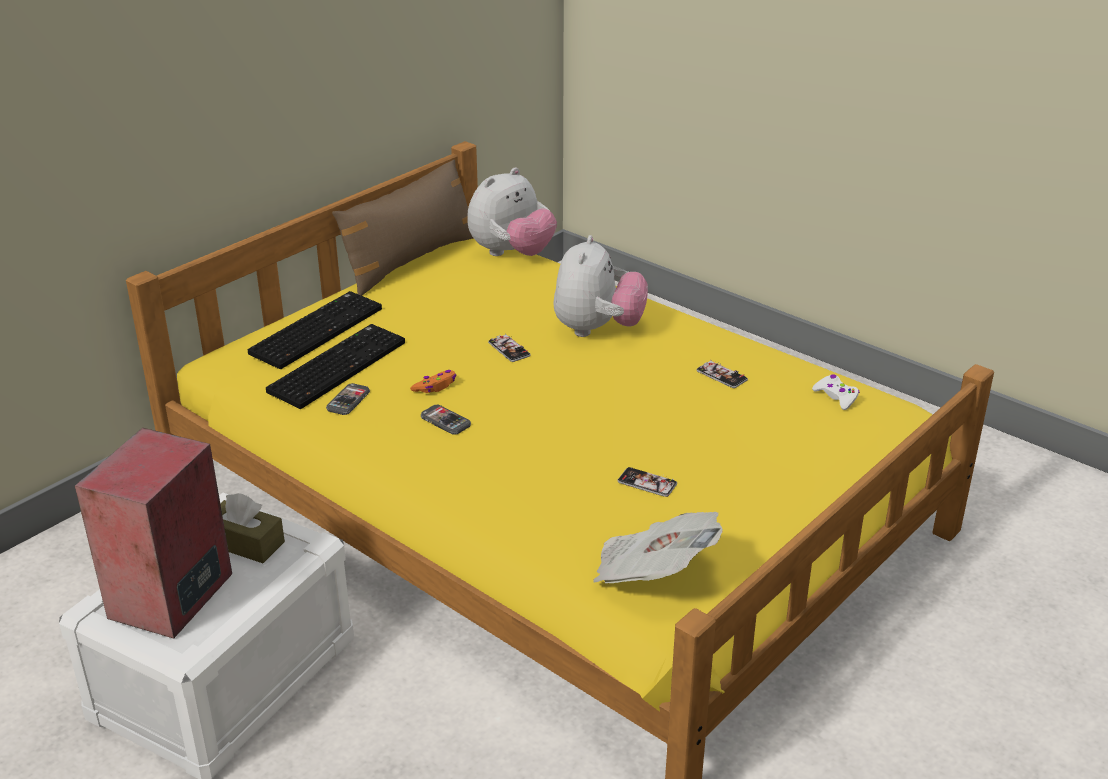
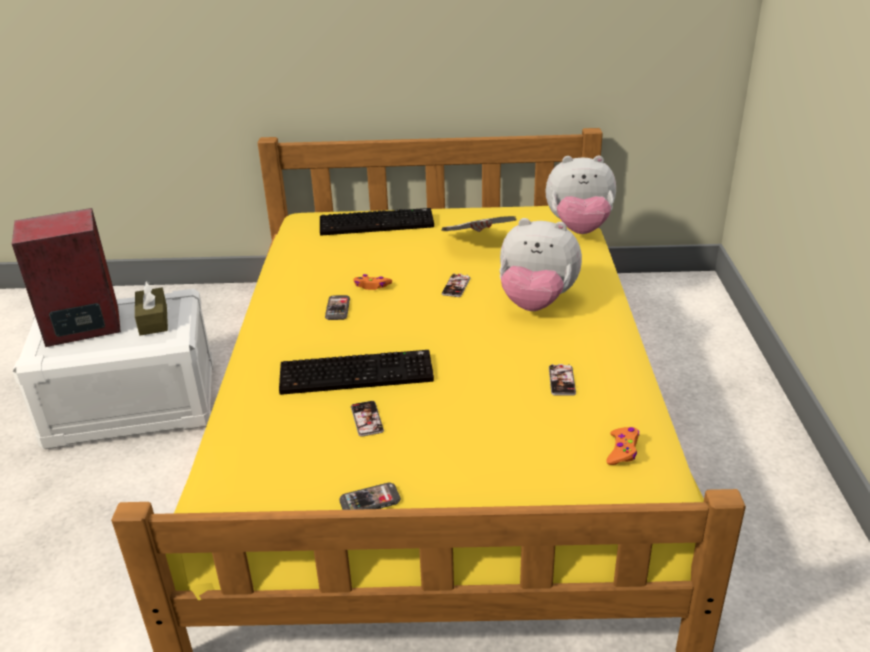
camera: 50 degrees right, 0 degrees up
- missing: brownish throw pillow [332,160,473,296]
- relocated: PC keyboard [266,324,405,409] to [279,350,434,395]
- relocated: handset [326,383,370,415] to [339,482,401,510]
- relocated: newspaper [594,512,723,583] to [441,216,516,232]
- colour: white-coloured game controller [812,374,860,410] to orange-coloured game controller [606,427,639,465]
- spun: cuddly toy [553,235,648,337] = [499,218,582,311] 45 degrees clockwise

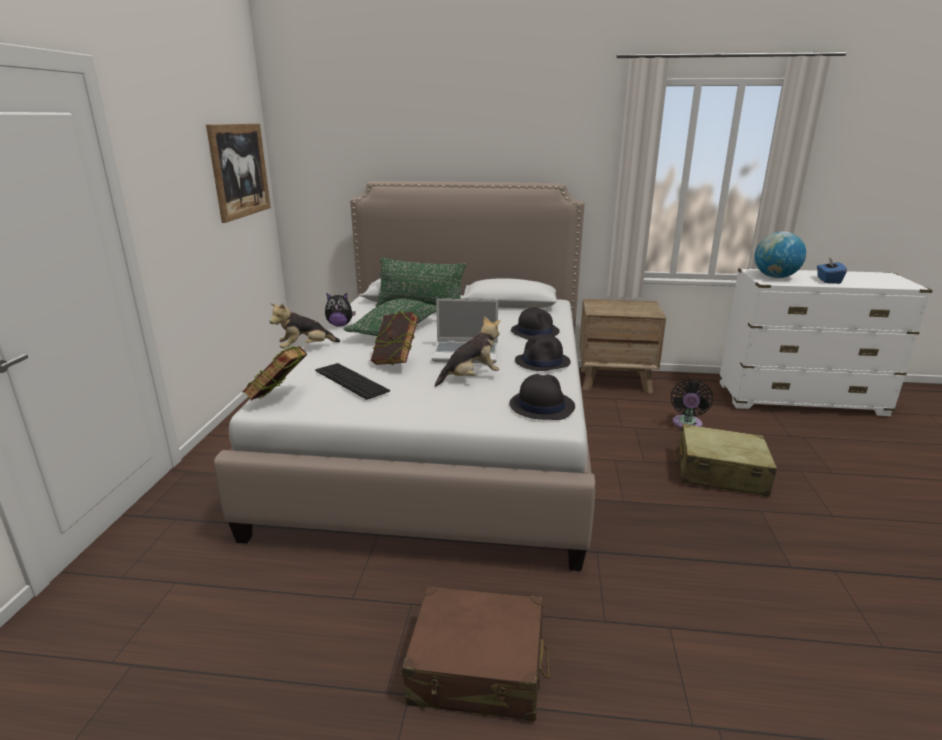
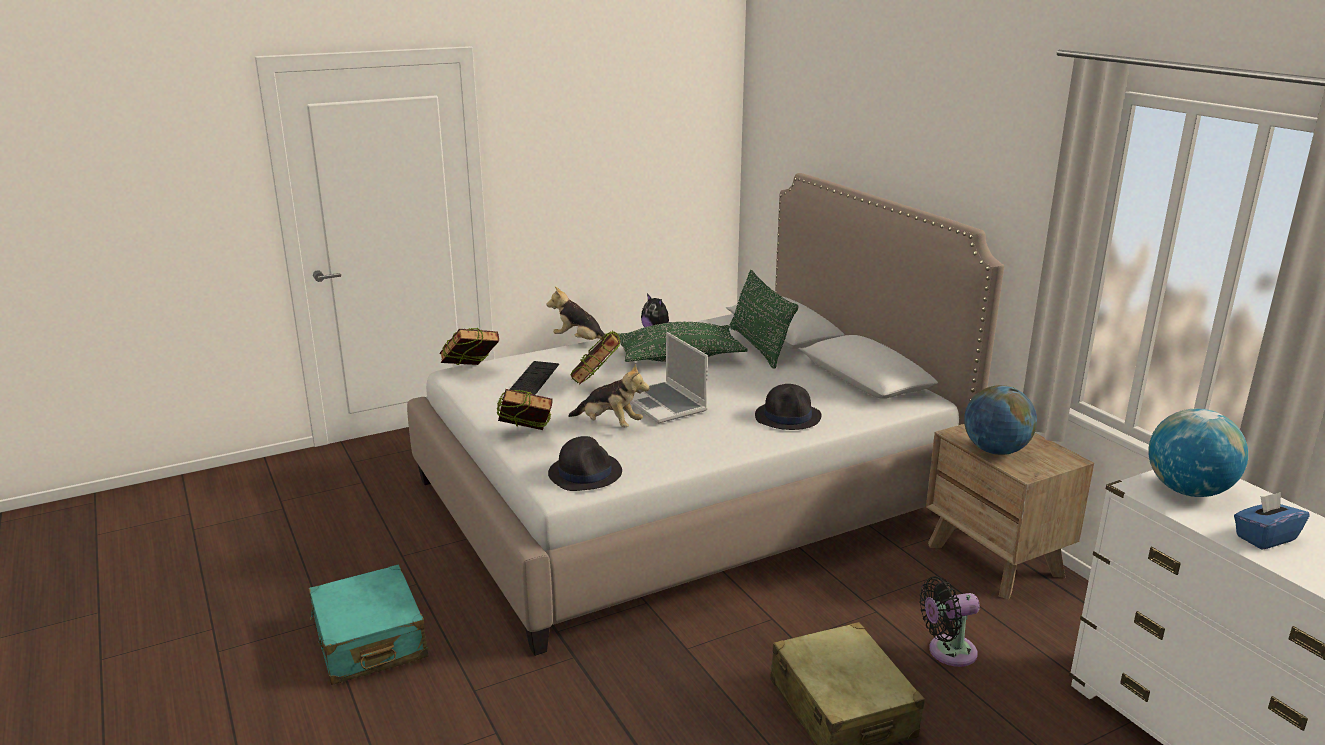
camera: 55 degrees right, 0 degrees up
- missing: wall art [206,124,271,223]
- missing: blackish clothing hat [515,334,571,371]
- appeared: bound book [496,389,553,430]
- appeared: world globe [964,385,1037,455]
- colour: brownish piece of luggage [402,587,550,721] to turquoise-coloured piece of luggage [309,565,428,685]

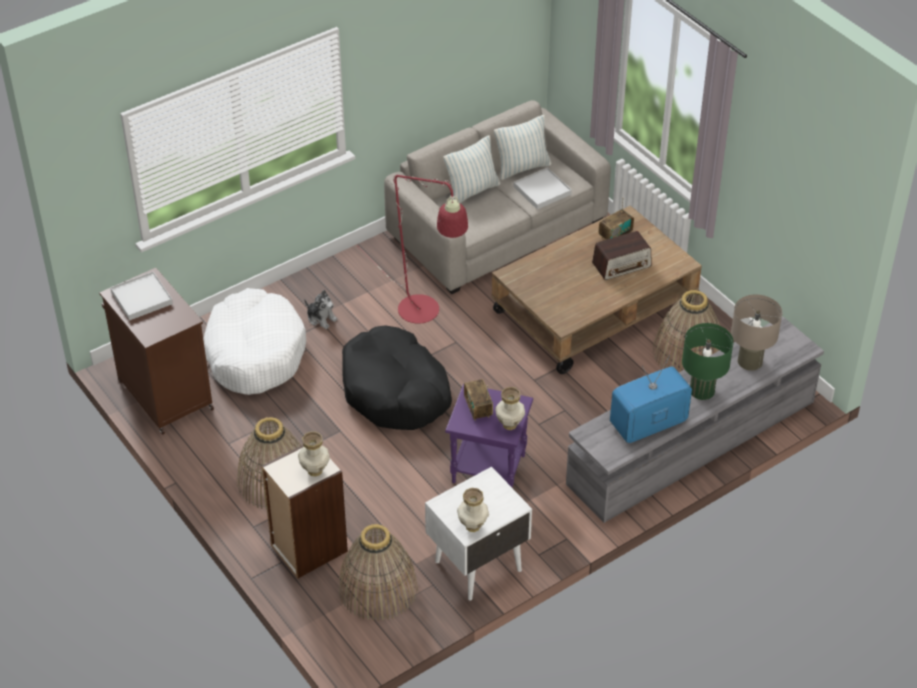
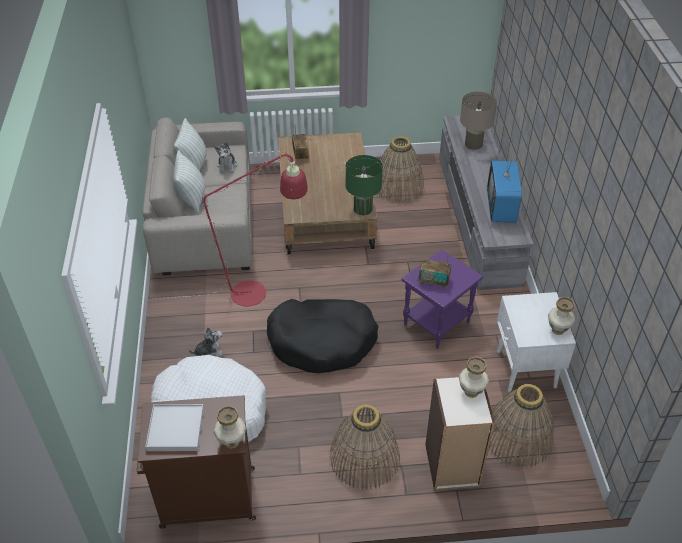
camera: 60 degrees left, 0 degrees up
- missing: radio receiver [592,231,652,280]
- relocated: vase [495,387,525,430] to [214,406,246,449]
- relocated: green-coloured tabletop lamp [682,323,734,400] to [346,155,383,215]
- exchanged: white-coloured carrying tray [513,167,572,210] to cuddly toy [214,142,237,173]

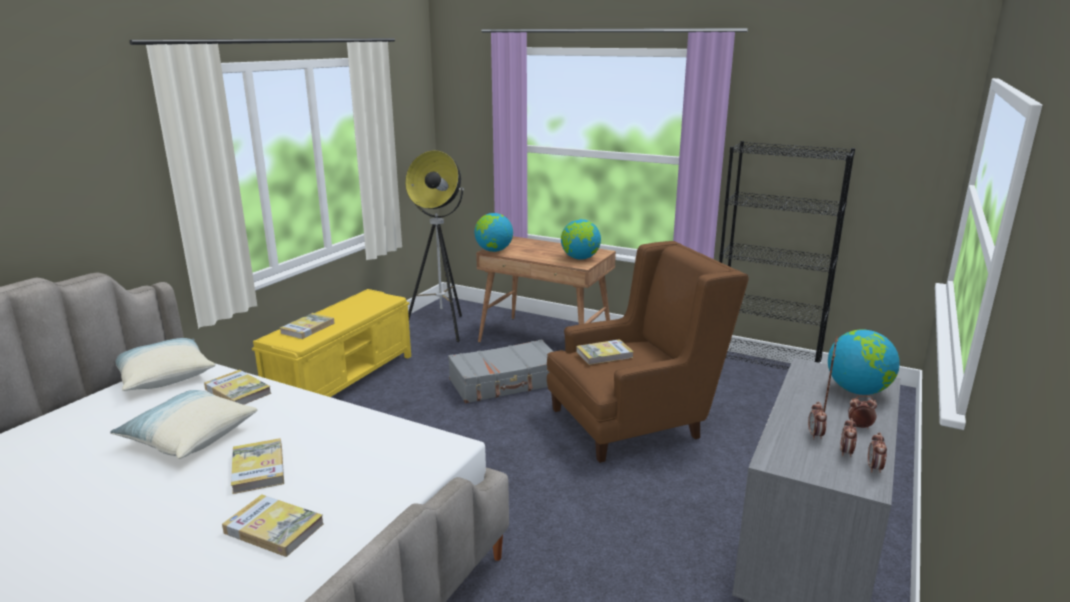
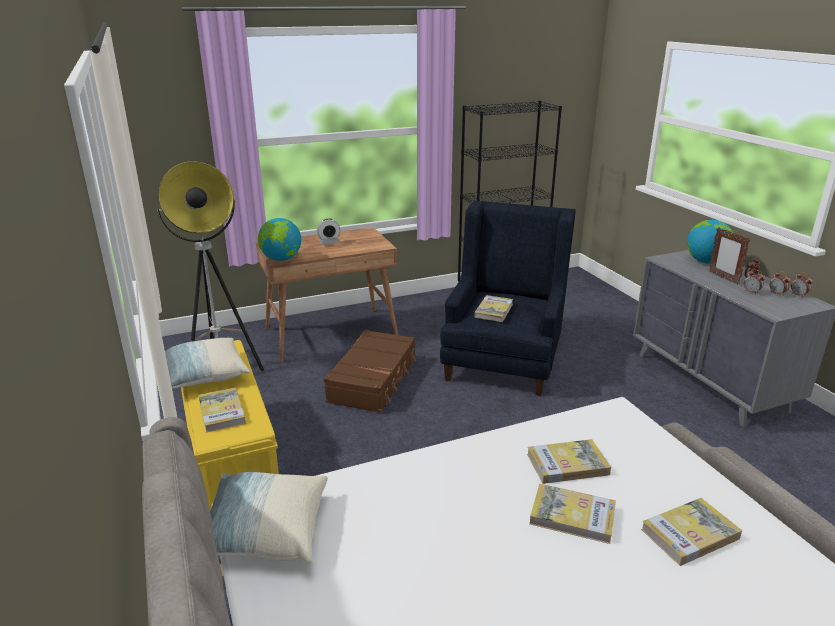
camera: 50 degrees left, 5 degrees up
- missing: world globe [561,219,601,260]
- appeared: alarm clock [317,218,340,245]
- relocated: throw pillow [110,390,257,459] to [165,338,250,388]
- relocated: bound book [204,370,272,405] to [527,439,611,484]
- colour: greyish piece of luggage [448,339,554,403] to brownish piece of luggage [324,330,417,413]
- colour: brownish lounge chair [547,241,749,463] to bluish lounge chair [440,200,576,396]

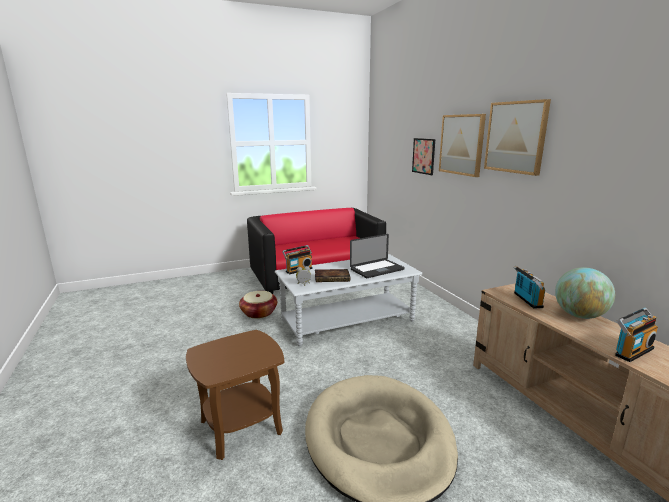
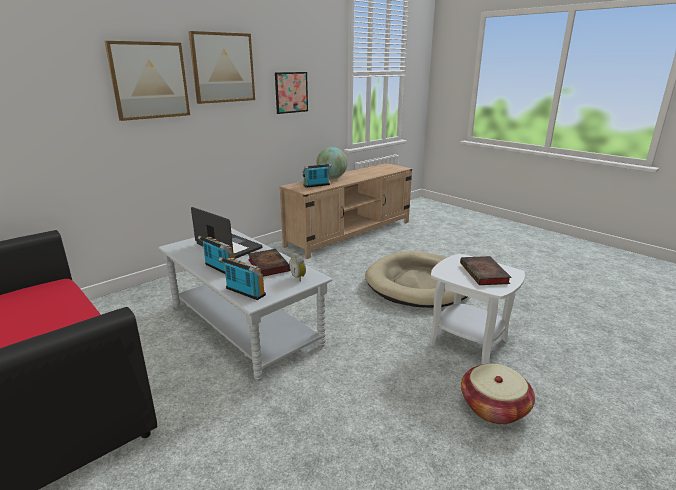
camera: 110 degrees left, 5 degrees up
- appeared: bound book [460,256,512,285]
- relocated: basket [239,291,277,319] to [461,364,535,424]
- relocated: wall art [412,138,435,175] to [275,72,308,114]
- relocated: radio receiver [615,308,658,362] to [198,236,235,274]
- colour: brownish end table [186,330,284,460] to white-coloured end table [429,254,525,365]

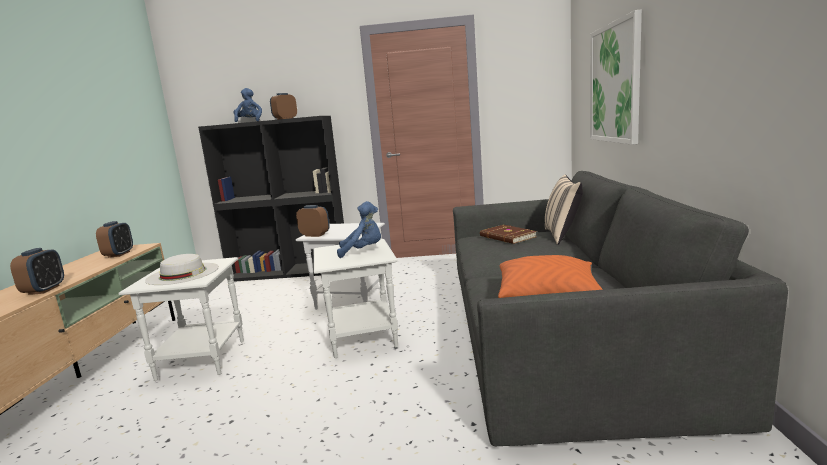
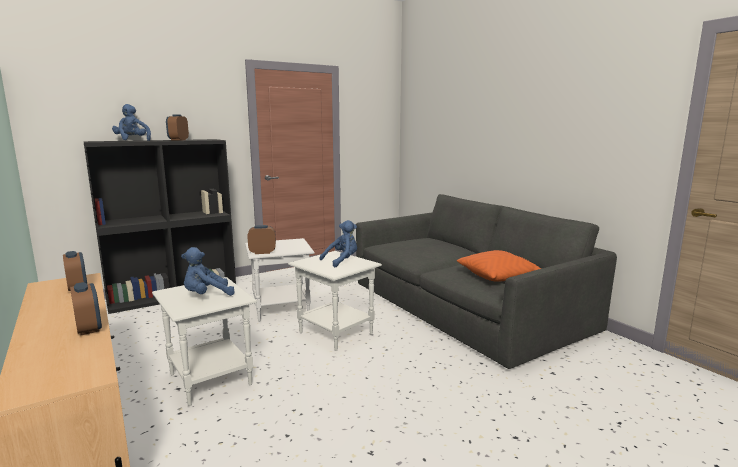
camera: 35 degrees left, 0 degrees up
- missing: brownish bound book [480,225,537,244]
- missing: beige-coloured throw pillow [545,175,583,245]
- missing: wall art [590,10,642,145]
- exchanged: white-coloured clothing hat [145,254,219,285] to bluish cuddly toy [181,247,235,296]

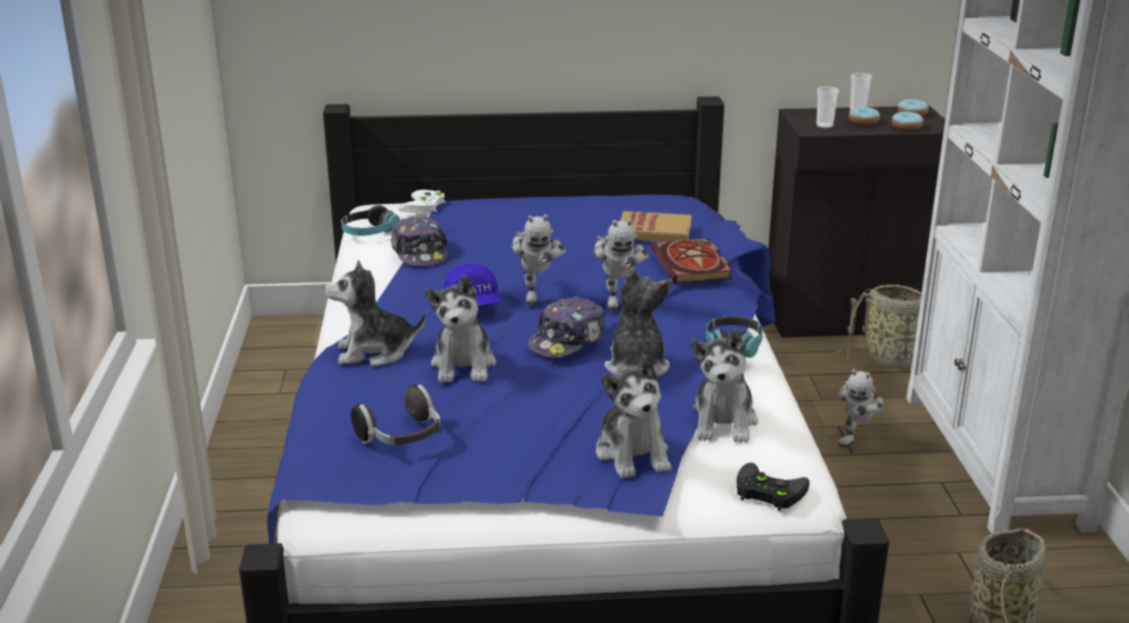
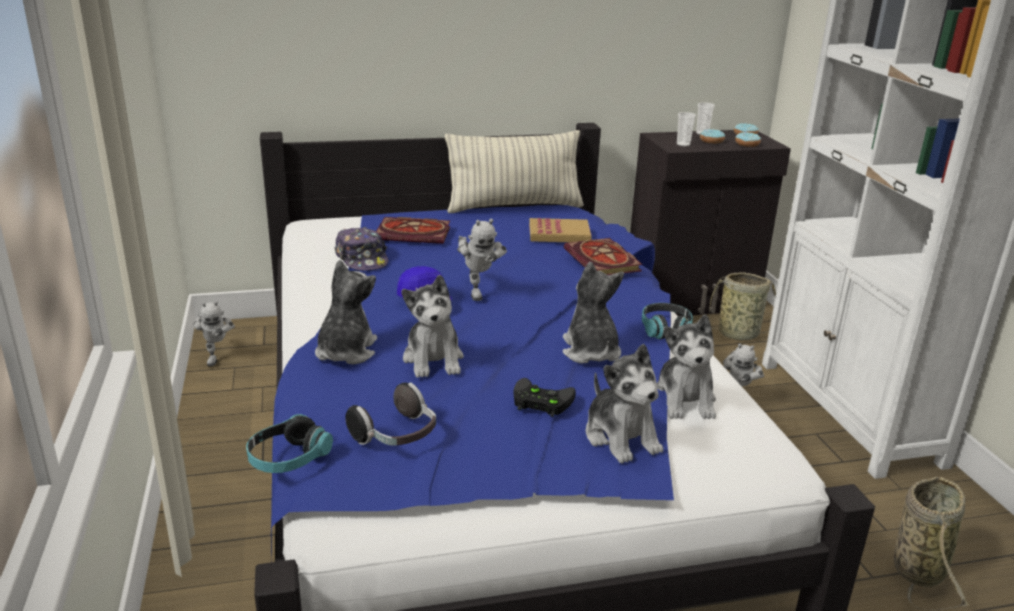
camera: 10 degrees left, 0 degrees up
- missing: white-coloured game controller [398,190,445,213]
- missing: peaked cap [528,296,605,358]
- appeared: bound book [376,217,450,244]
- appeared: throw pillow [445,130,584,213]
- relocated: pair of headphones [341,205,400,236] to [246,414,333,473]
- relocated: toy robot [593,219,649,311] to [193,301,235,366]
- relocated: blackish game controller [736,463,810,511] to [514,378,576,417]
- spun: cuddly toy [324,260,426,367] = [315,260,377,364] 120 degrees clockwise

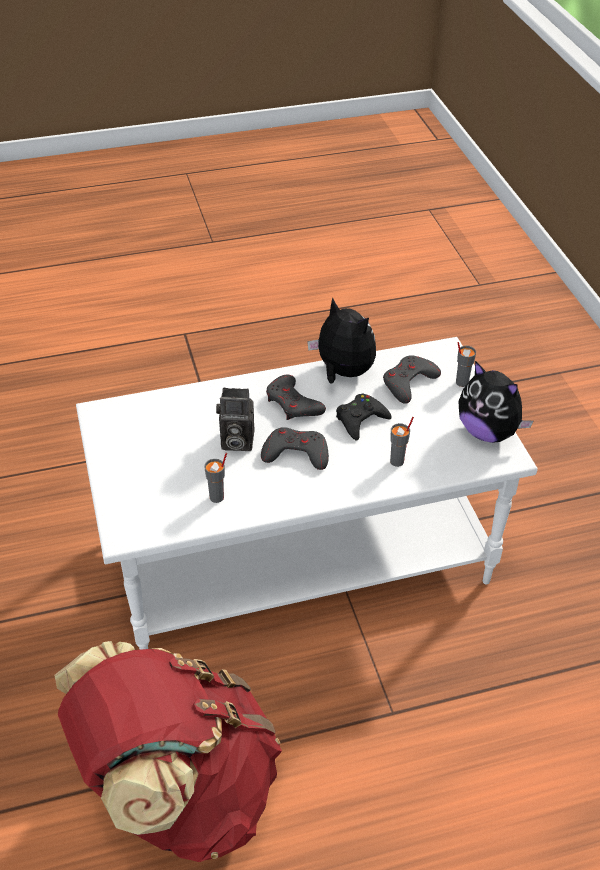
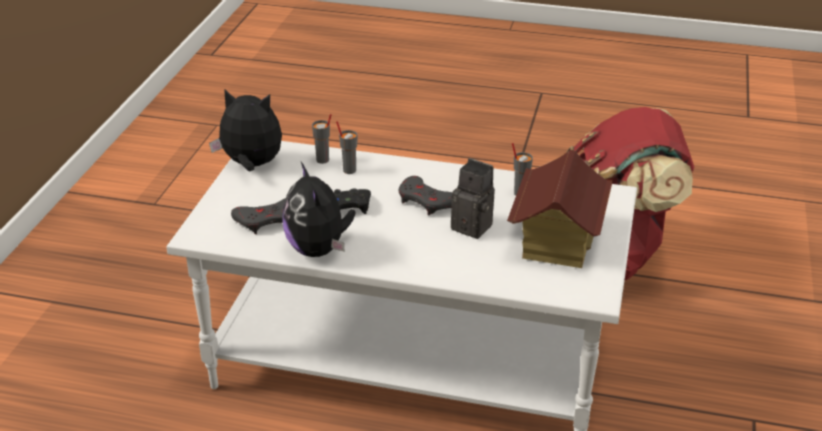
camera: 150 degrees left, 10 degrees down
- missing: greyish game controller [266,374,326,420]
- appeared: toy house [507,150,613,268]
- relocated: greyish small cup [456,342,476,387] to [312,114,332,164]
- spun: cuddly toy [459,361,533,443] = [209,89,282,172] 60 degrees counterclockwise

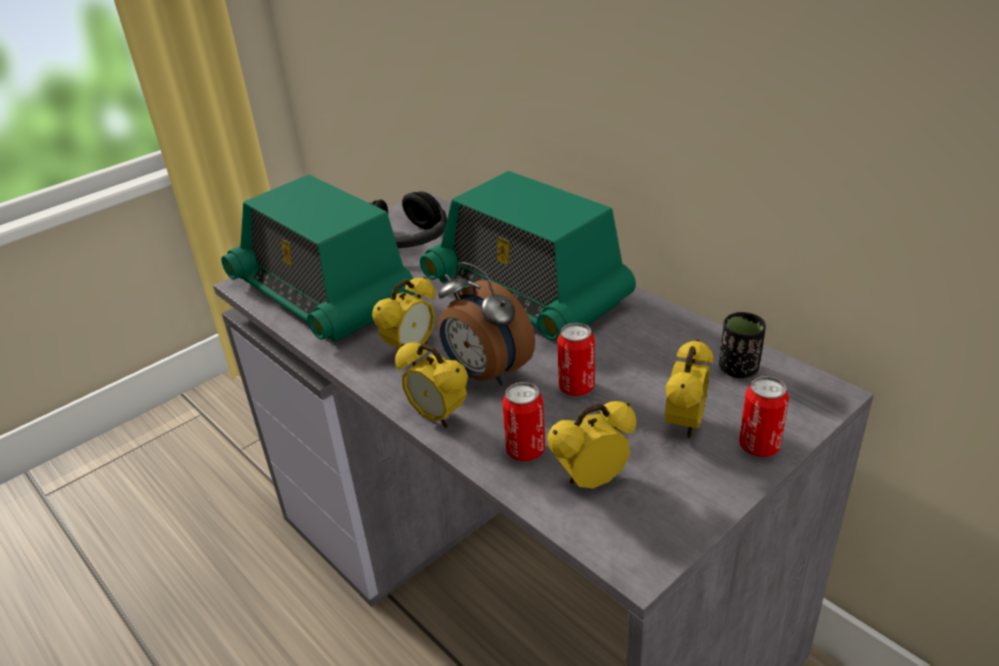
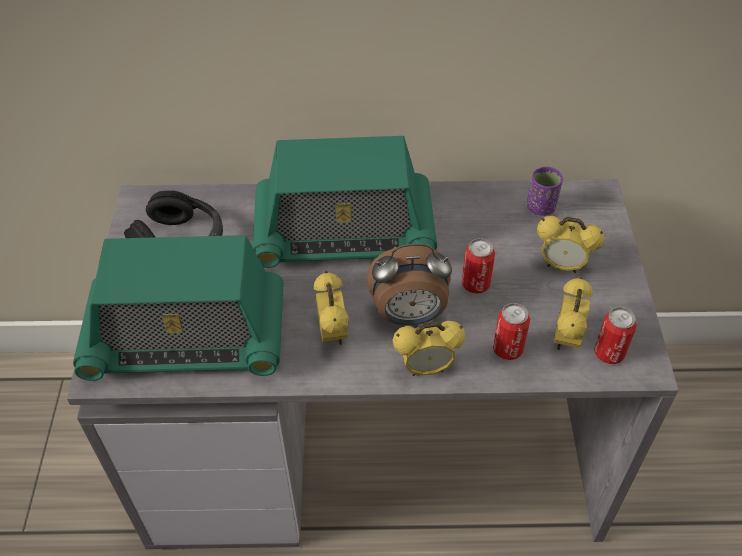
camera: 50 degrees left, 15 degrees up
- relocated: can [739,376,789,457] to [594,307,637,364]
- colour: blackish small cup [719,312,766,378] to purplish small cup [527,166,563,216]
- spun: alarm clock [665,339,713,438] = [537,216,604,273] 135 degrees clockwise

